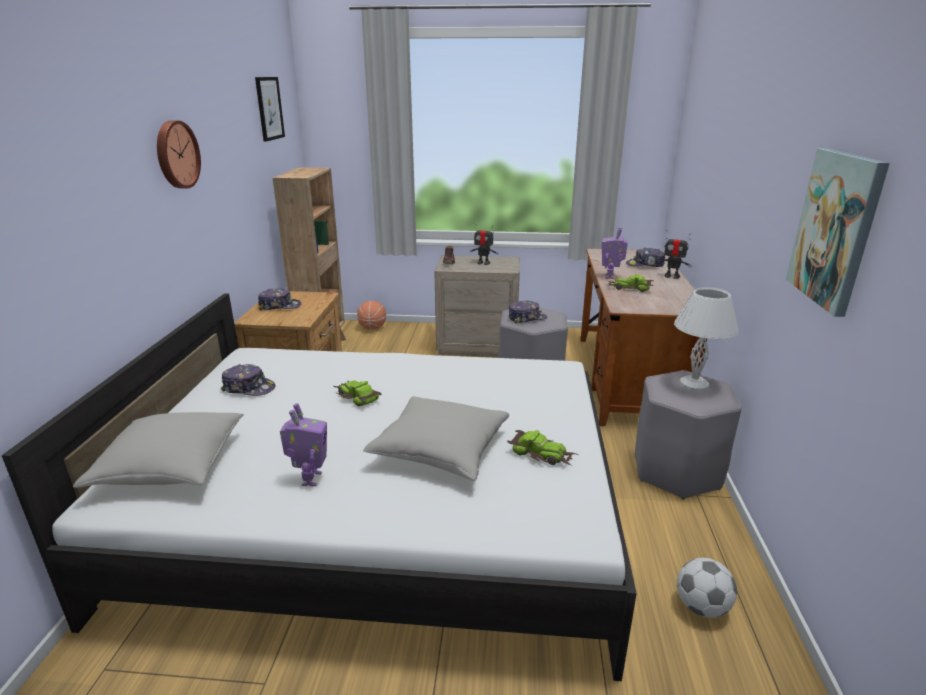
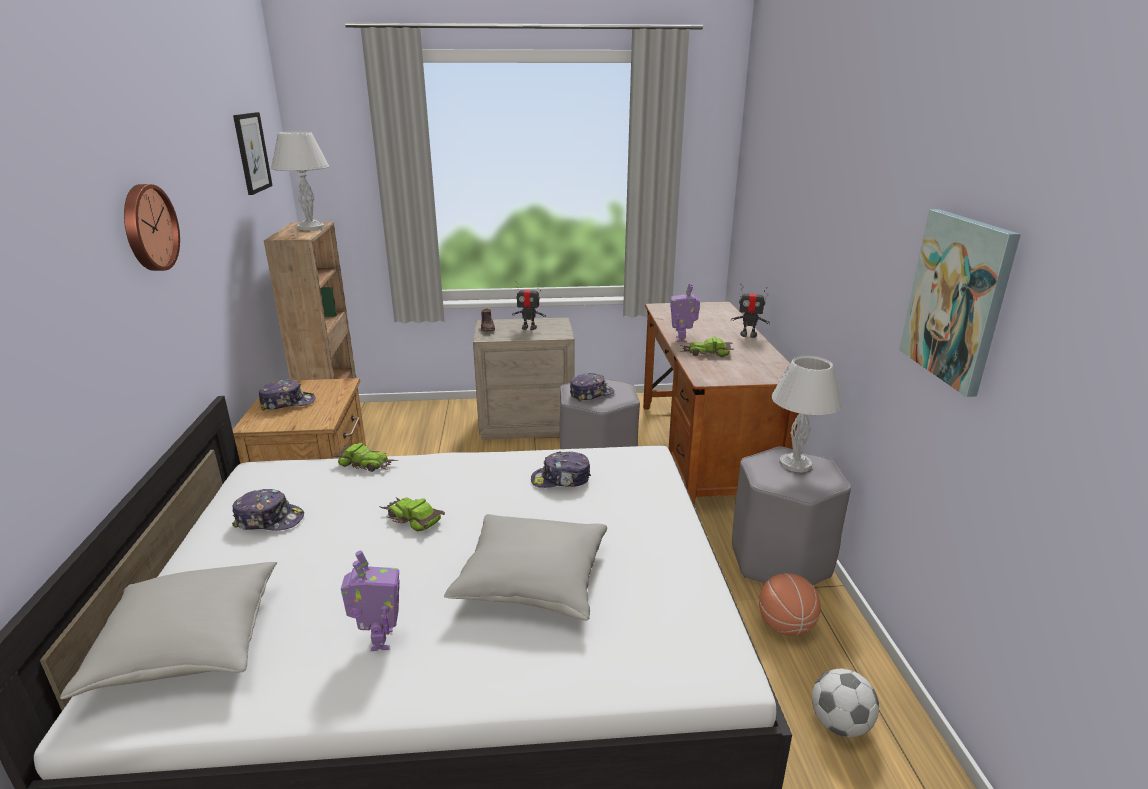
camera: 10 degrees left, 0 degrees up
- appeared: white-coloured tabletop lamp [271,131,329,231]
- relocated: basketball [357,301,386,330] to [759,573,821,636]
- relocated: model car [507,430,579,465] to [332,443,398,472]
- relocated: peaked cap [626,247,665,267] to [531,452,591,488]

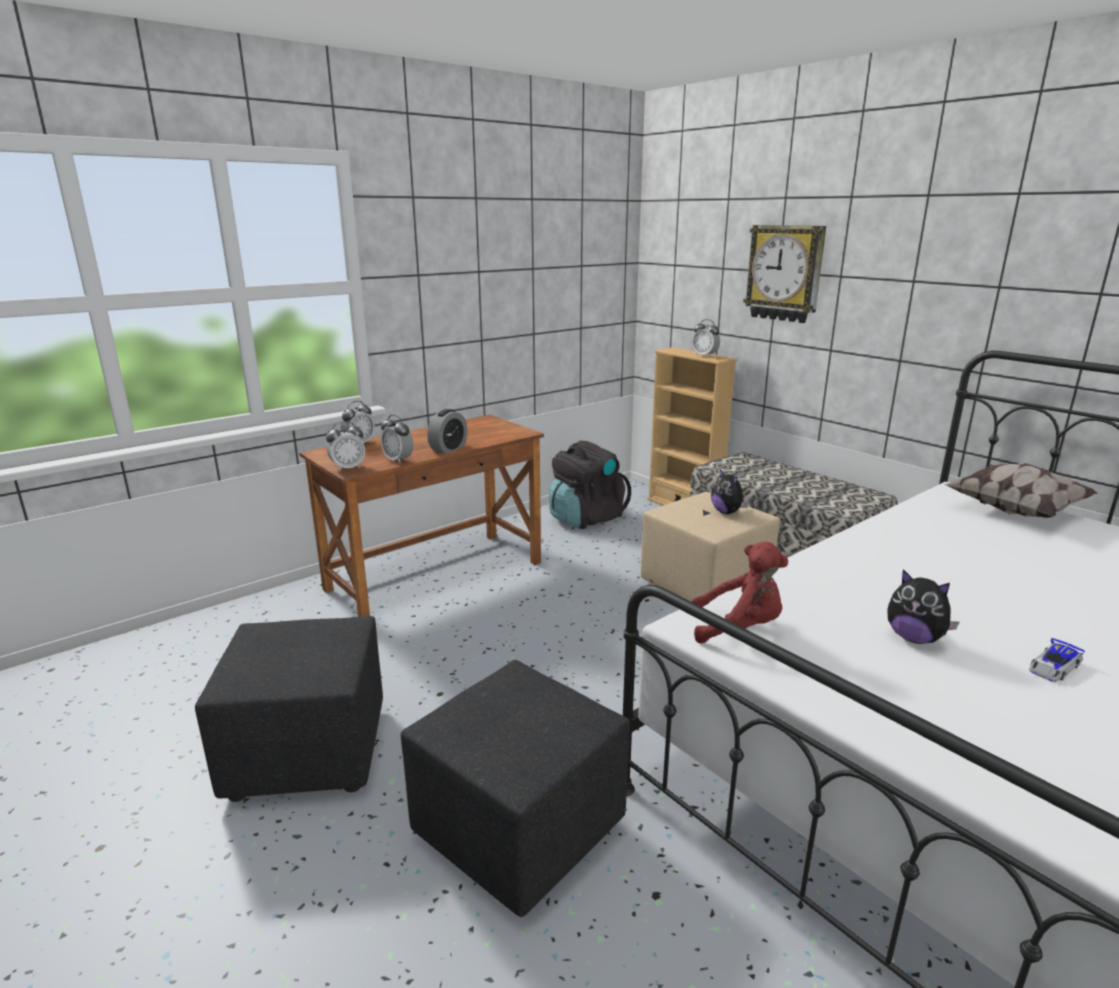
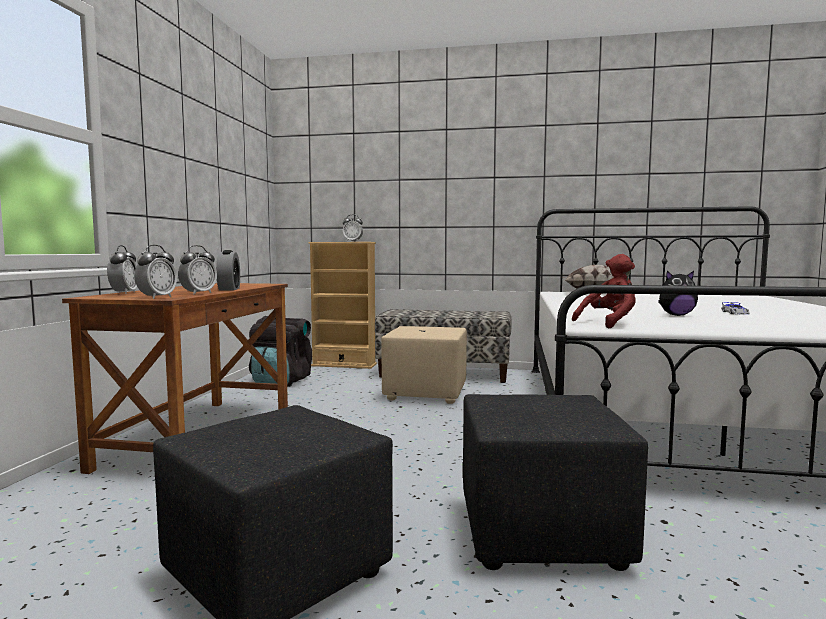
camera: 40 degrees left, 15 degrees down
- missing: cuddly toy [711,469,748,514]
- missing: clock on the wall [743,225,826,323]
- spun: alarm clock [380,415,414,464] = [178,245,217,295] 60 degrees counterclockwise

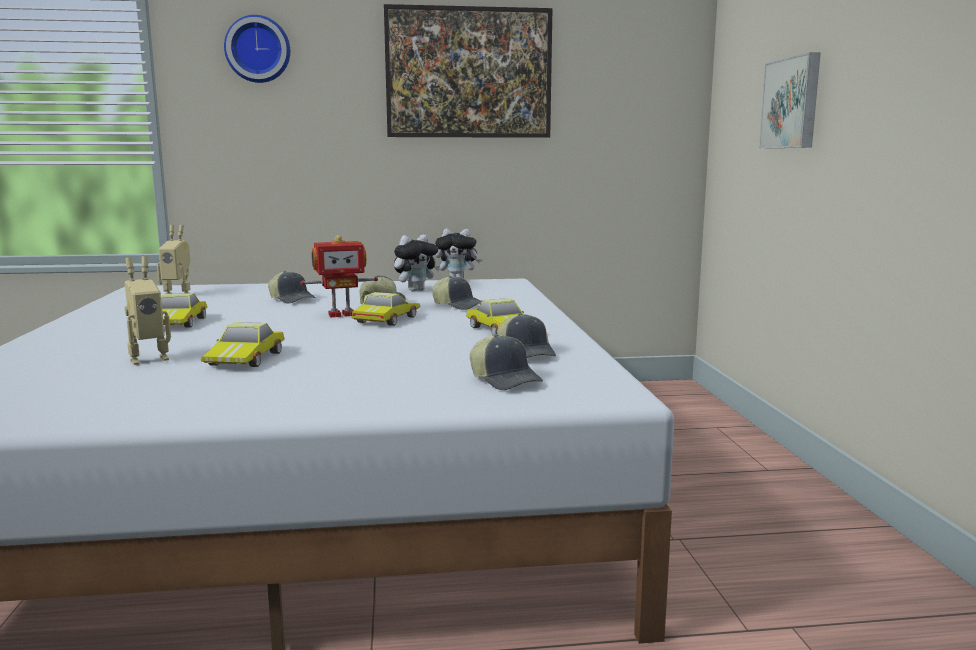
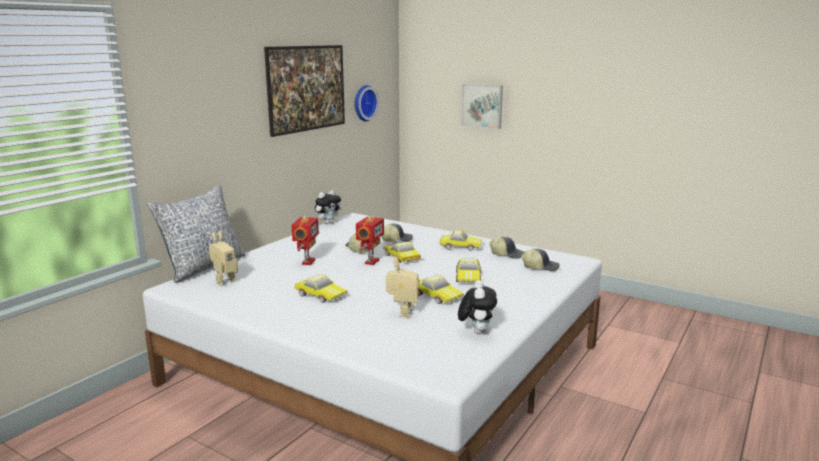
camera: 50 degrees left, 5 degrees up
- appeared: throw pillow [147,185,246,283]
- appeared: model car [456,258,481,282]
- relocated: clock on the wall [224,15,290,83] to [355,85,379,122]
- relocated: cuddly toy [394,234,440,292] to [458,280,497,334]
- exchanged: peaked cap [268,271,316,303] to toy robot [291,216,319,265]

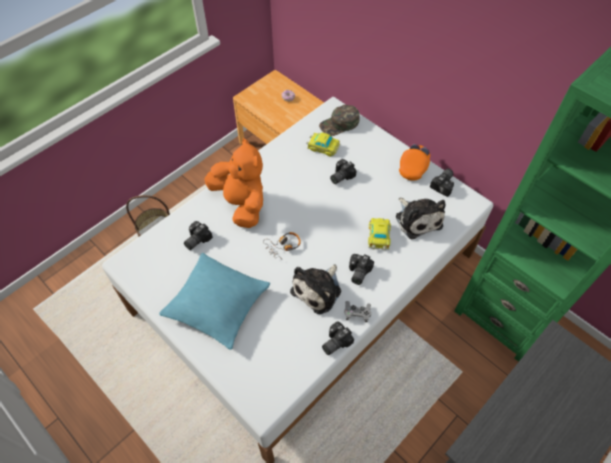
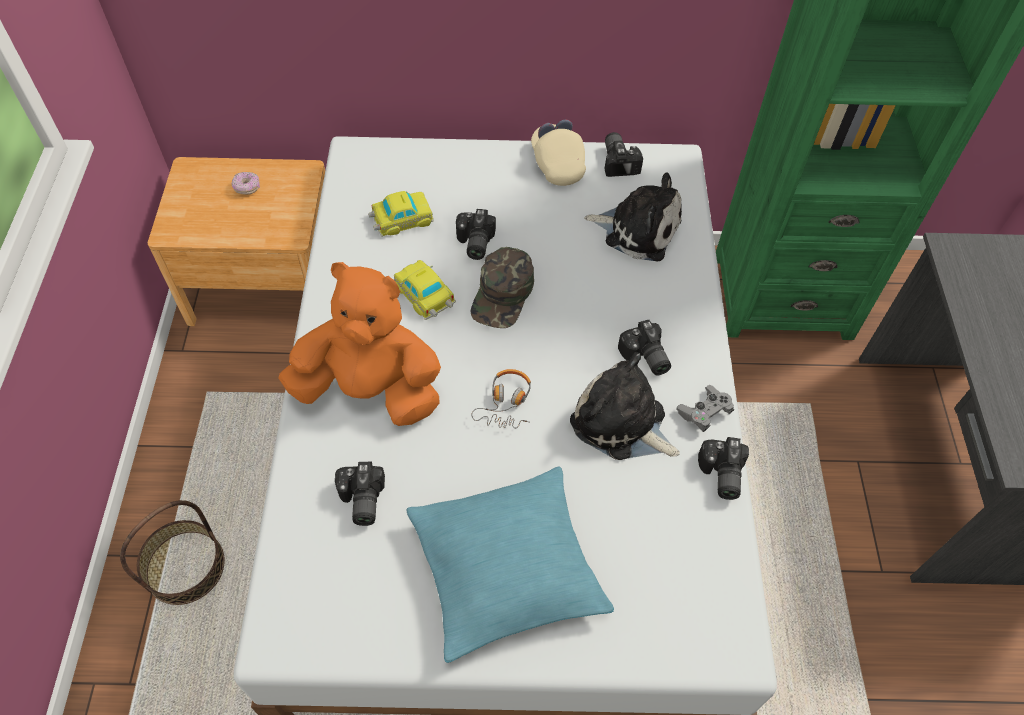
camera: 45 degrees left, 0 degrees up
- relocated: green-coloured peaked cap [319,105,360,136] to [470,247,534,328]
- relocated: model car [368,218,391,250] to [394,260,456,320]
- colour: orange-coloured peaked cap [399,144,430,181] to beige-coloured peaked cap [531,120,586,186]
- spun: cuddly toy [290,264,341,314] = [570,352,680,460] 135 degrees clockwise

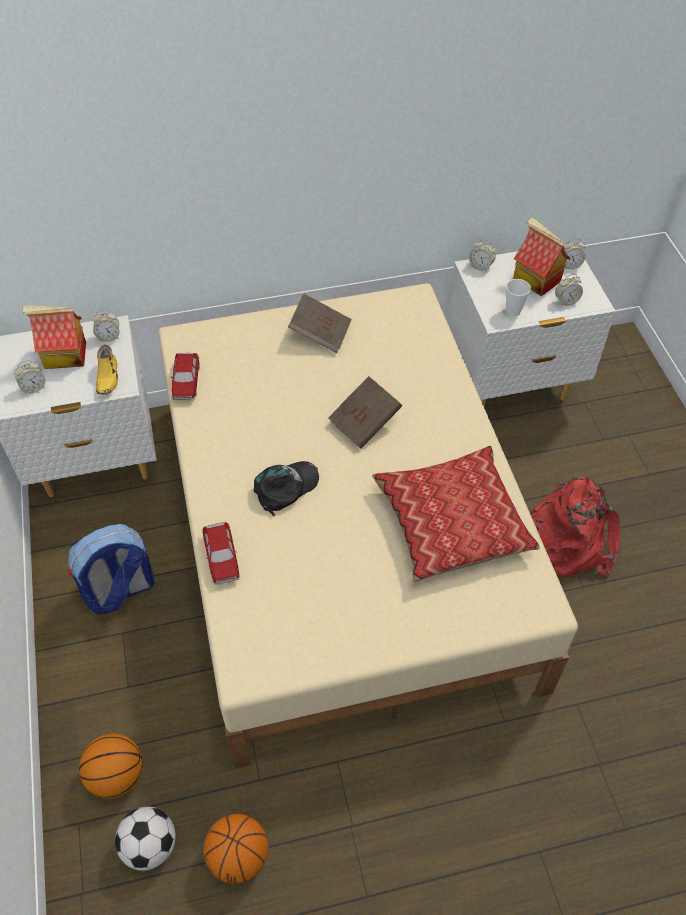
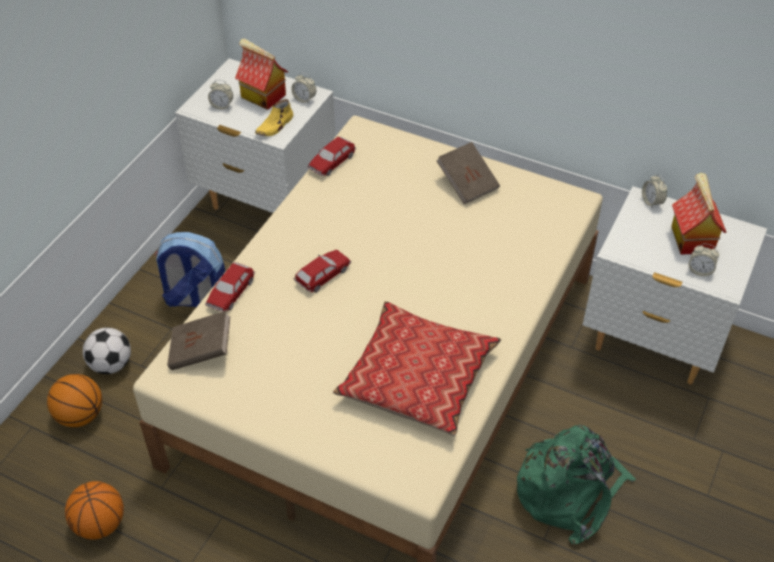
camera: 40 degrees right, 5 degrees down
- missing: small cup [506,279,531,316]
- missing: alarm clock [564,238,586,269]
- relocated: football ball [115,807,176,871] to [83,327,131,374]
- relocated: brownish bound book [328,376,402,449] to [167,311,231,370]
- exchanged: blackish peaked cap [254,461,319,516] to model car [294,250,351,292]
- colour: red backpack [530,476,620,577] to green-coloured backpack [517,425,636,544]

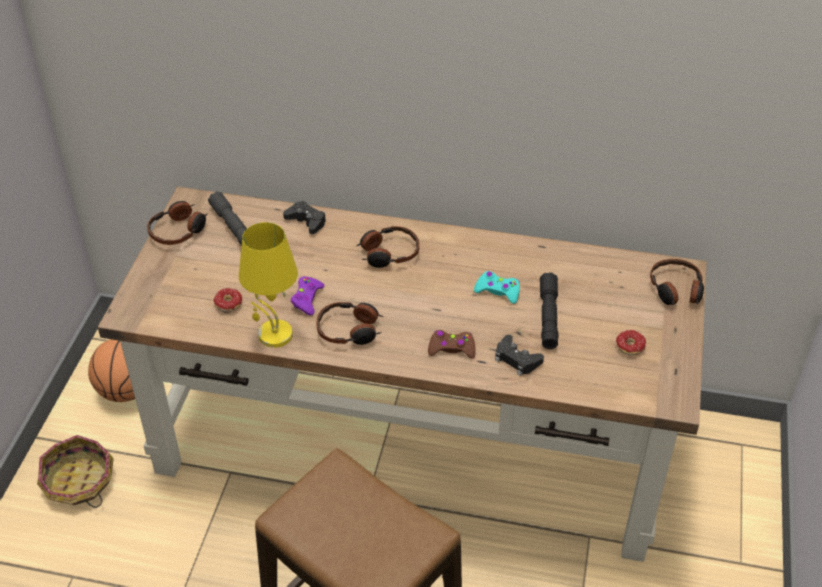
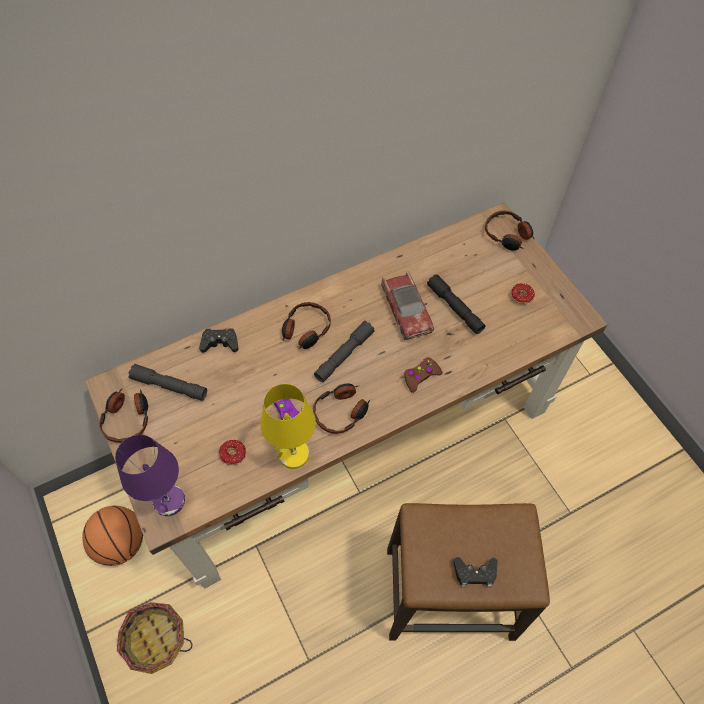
camera: 40 degrees left, 15 degrees up
- appeared: purplish tabletop lamp [115,435,185,516]
- appeared: greyish flashlight [314,321,375,382]
- relocated: blackish game controller [495,335,544,376] to [453,557,498,588]
- exchanged: turquoise-coloured game controller [474,271,520,304] to model car [381,270,434,340]

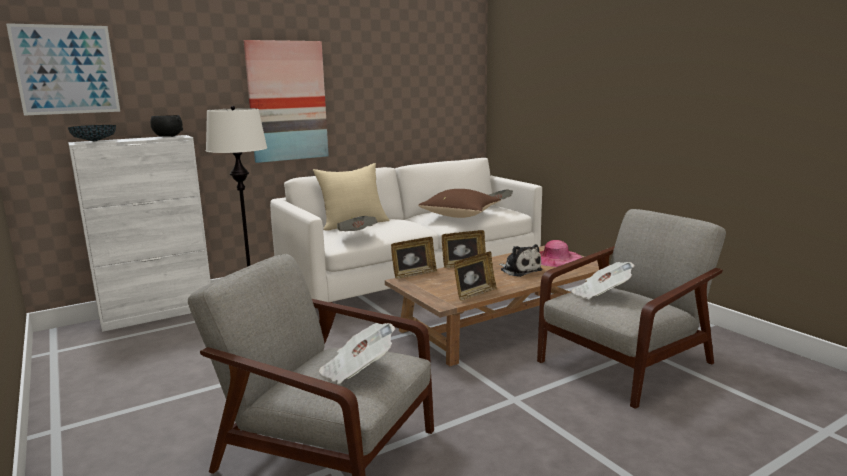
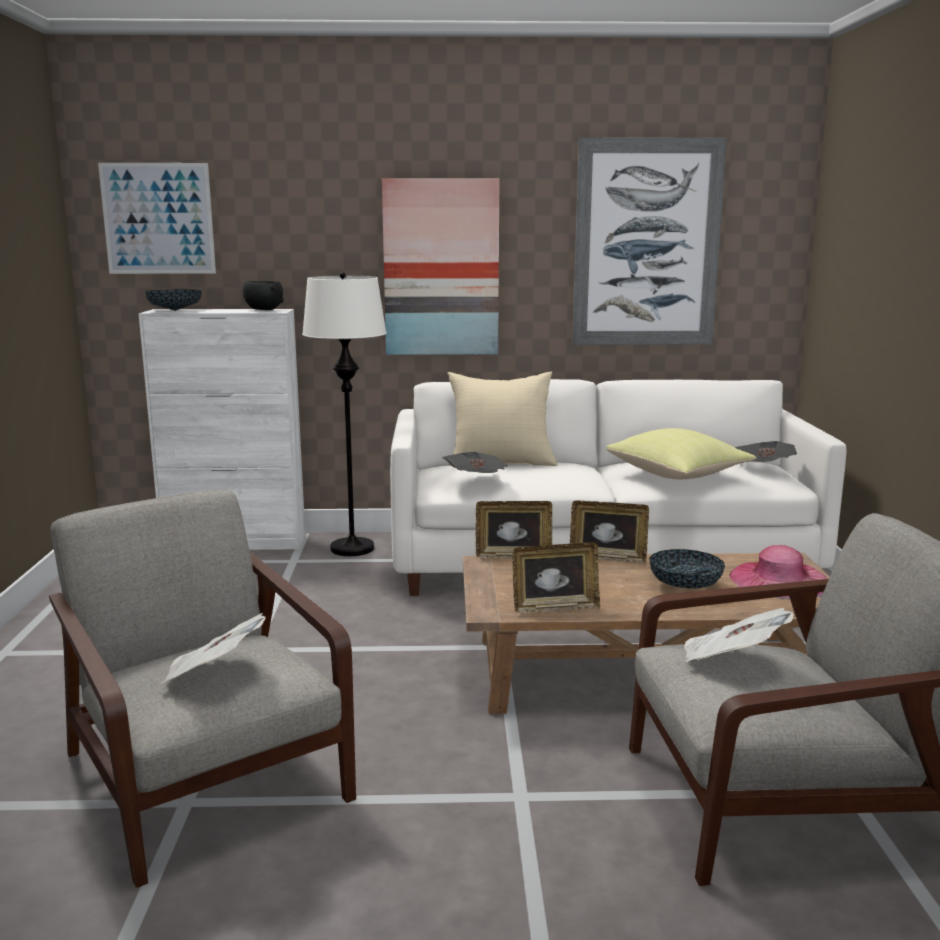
camera: 30 degrees right, 0 degrees up
- appeared: wall art [573,137,727,345]
- exchanged: cuddly toy [499,244,543,277] to bowl [649,549,725,588]
- colour: brownish throw pillow [418,189,501,218] to yellow throw pillow [606,428,757,479]

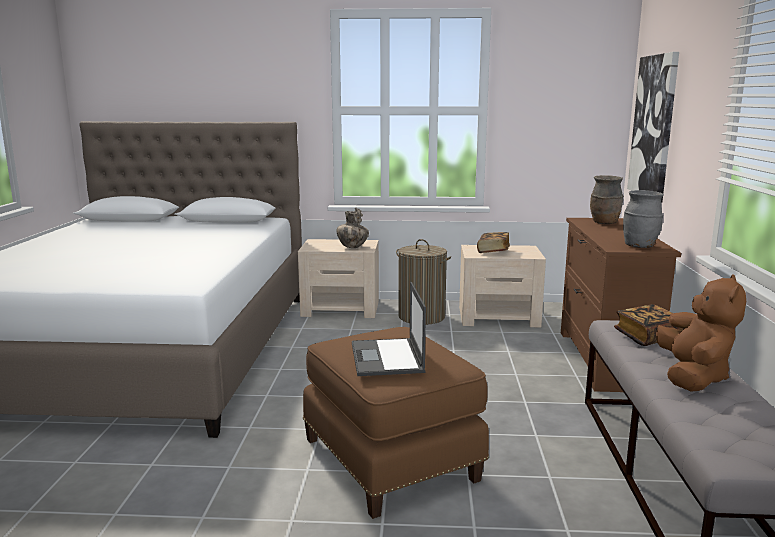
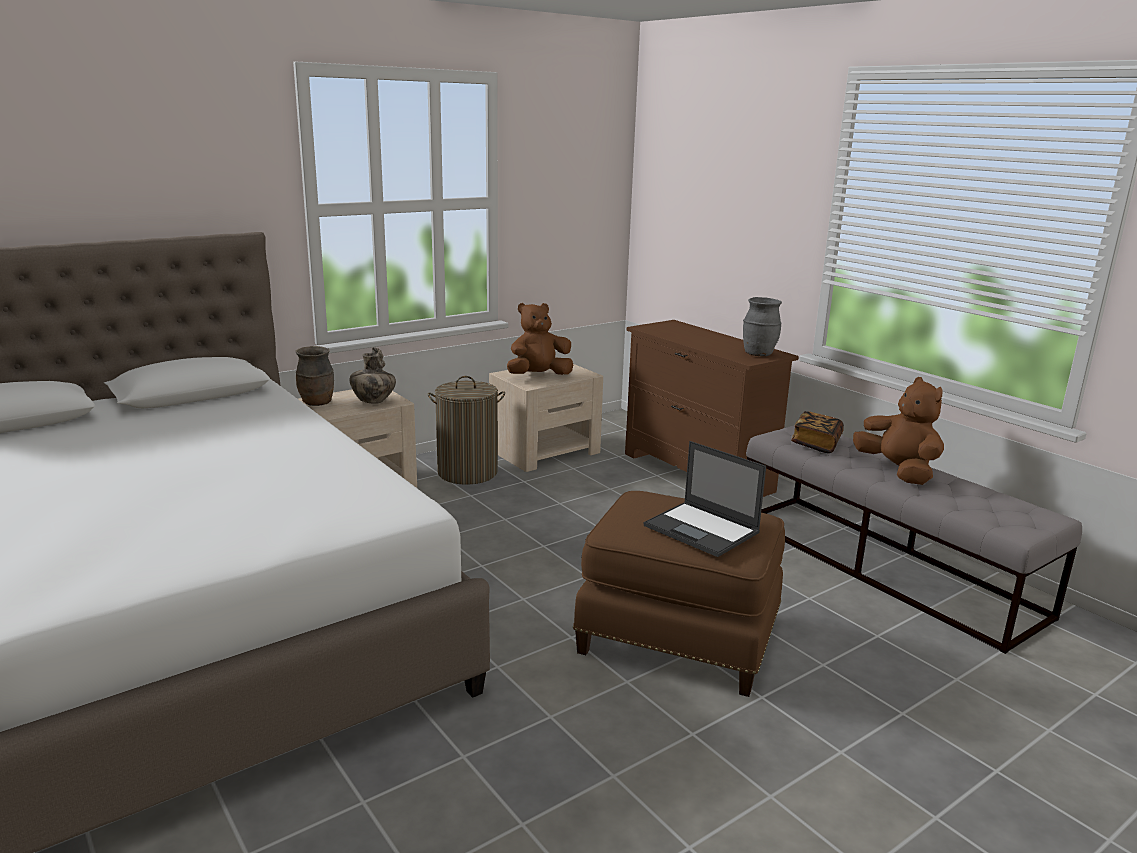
camera: 40 degrees left, 5 degrees up
- missing: wall art [627,52,679,202]
- relocated: brownish vase [590,175,623,224] to [296,346,334,406]
- exchanged: bound book [477,232,510,253] to brownish cuddly toy [507,303,573,375]

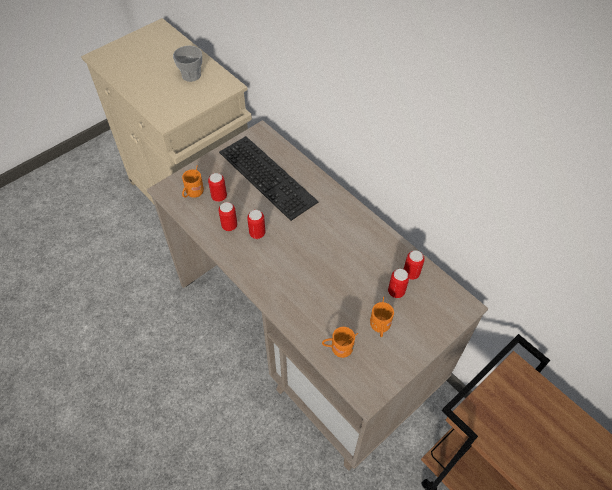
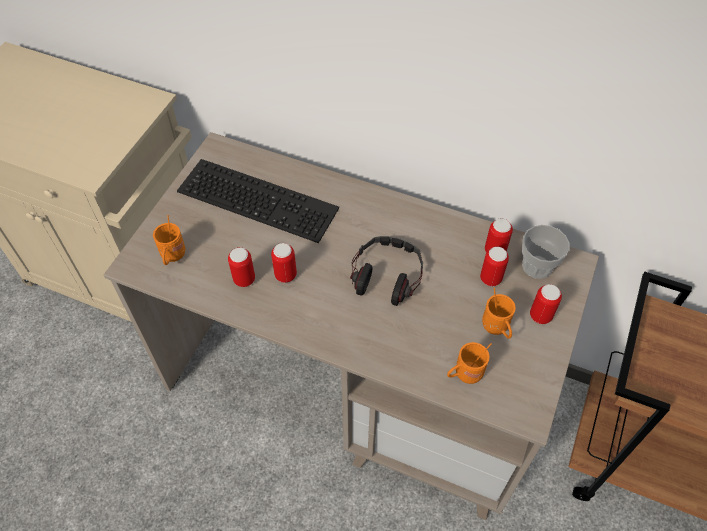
camera: 25 degrees left, 0 degrees up
- appeared: pair of headphones [350,236,423,306]
- relocated: small cup [173,45,202,82] to [522,225,569,279]
- relocated: can [208,173,227,202] to [530,284,562,324]

